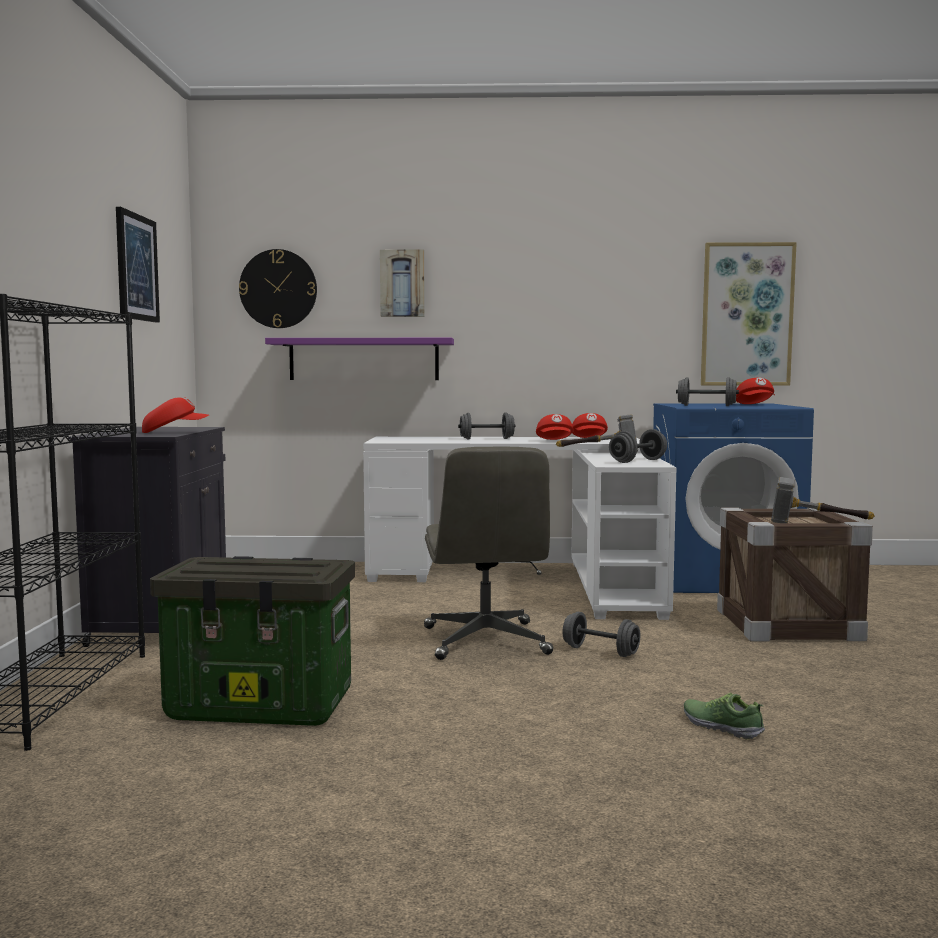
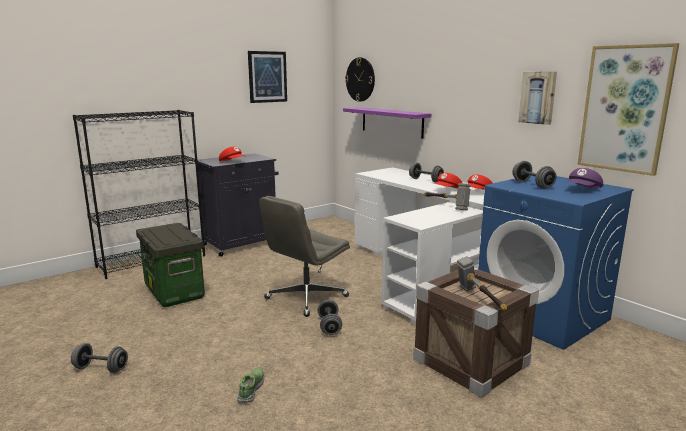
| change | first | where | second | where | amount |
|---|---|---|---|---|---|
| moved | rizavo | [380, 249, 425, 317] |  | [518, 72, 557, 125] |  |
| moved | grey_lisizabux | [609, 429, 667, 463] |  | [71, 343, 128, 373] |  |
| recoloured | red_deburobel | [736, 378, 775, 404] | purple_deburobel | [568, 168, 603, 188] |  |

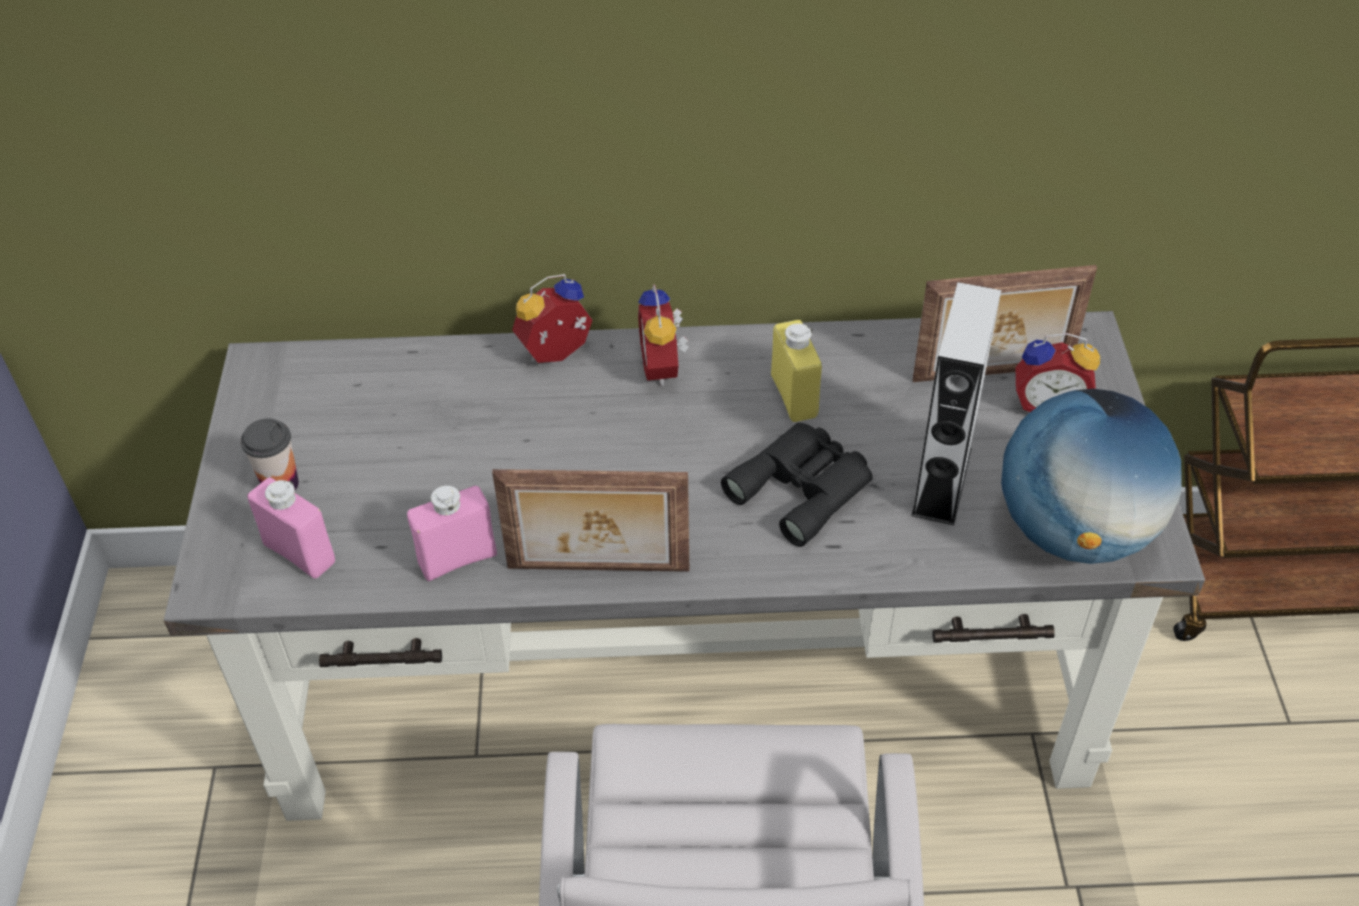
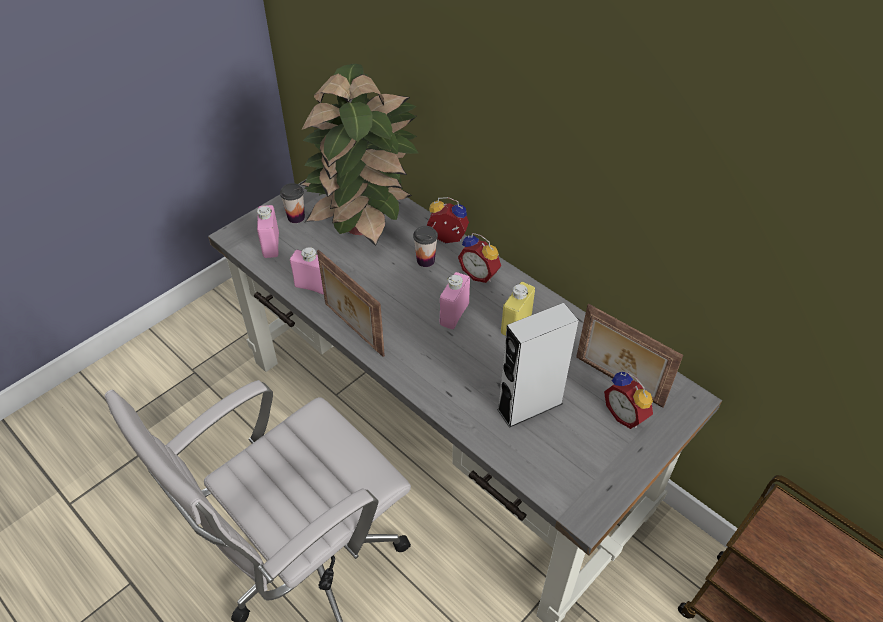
| change | first | where | second | where | amount |
|---|---|---|---|---|---|
| removed | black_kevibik | [721, 423, 873, 547] |  |  |  |
| removed | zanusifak | [1001, 389, 1182, 564] |  |  |  |
| added |  |  | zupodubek | [299, 64, 418, 246] |  |
| added |  |  | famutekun | [413, 226, 438, 267] |  |
| added |  |  | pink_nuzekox | [440, 272, 470, 329] |  |
| turned | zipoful | [638, 284, 689, 386] |  | [458, 233, 501, 283] | 90 degrees counterclockwise |

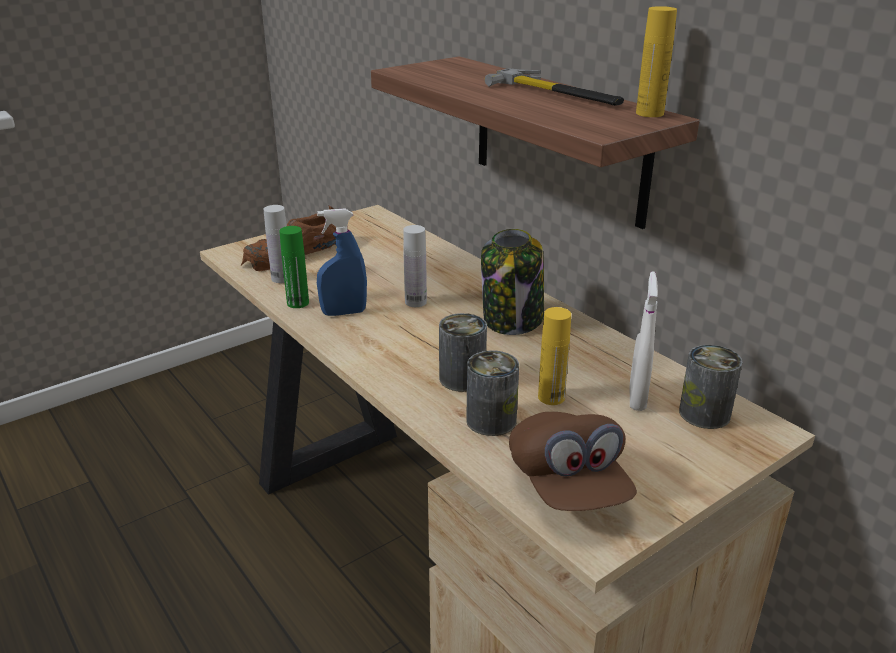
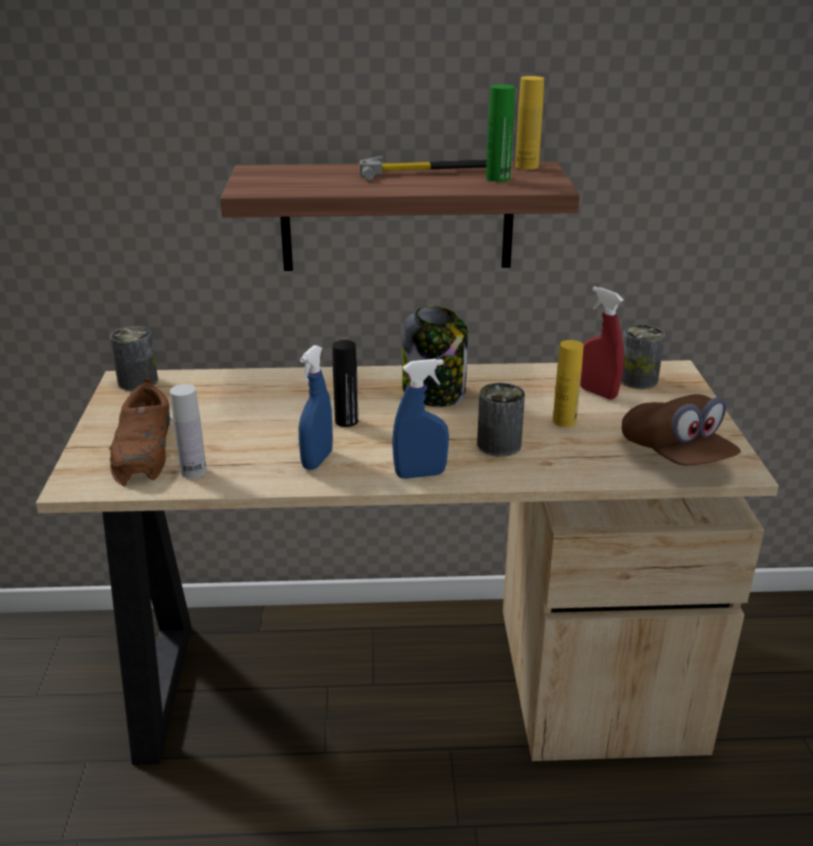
| change | first | where | second | where | amount |
|---|---|---|---|---|---|
| added |  |  | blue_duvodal | [392, 359, 449, 479] |  |
| moved | green_nuzekox | [279, 226, 309, 308] |  | [486, 84, 515, 182] |  |
| moved | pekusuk | [466, 350, 519, 436] |  | [110, 326, 158, 391] |  |
| recoloured | white_nuzekox | [403, 225, 427, 307] | black_nuzekox | [332, 340, 358, 427] |  |
| recoloured | white_duvodal | [630, 272, 658, 411] | red_duvodal | [580, 286, 624, 400] |  |
| turned | brown_deburobel | [509, 412, 637, 511] |  | [622, 394, 741, 465] | 45 degrees clockwise |

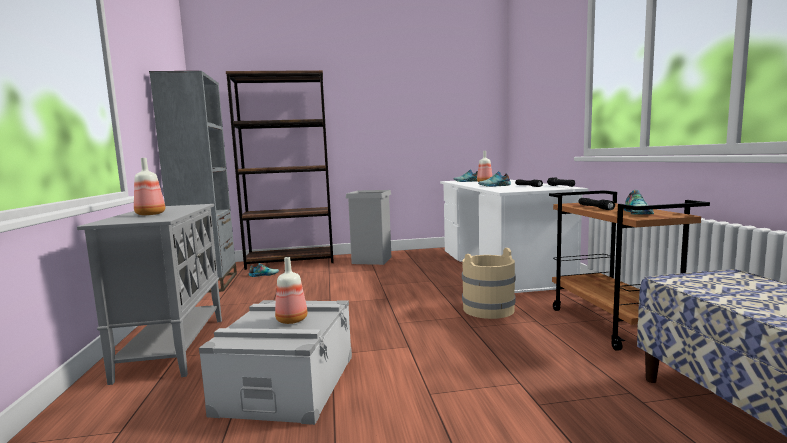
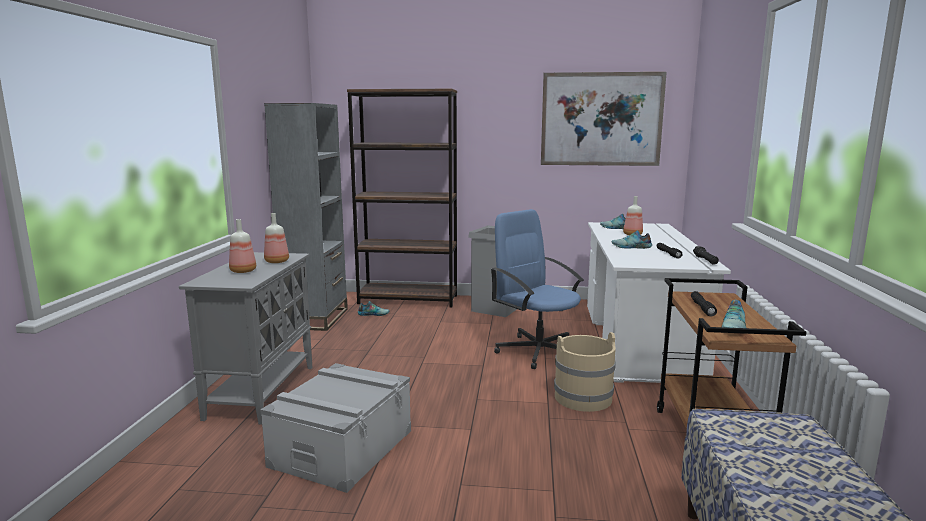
| change | first | where | second | where | amount |
|---|---|---|---|---|---|
| added |  |  | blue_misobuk | [490, 209, 584, 369] |  |
| added |  |  | rizavo | [541, 72, 667, 166] |  |
| moved | nuzekox | [275, 257, 308, 324] |  | [264, 213, 289, 263] |  |

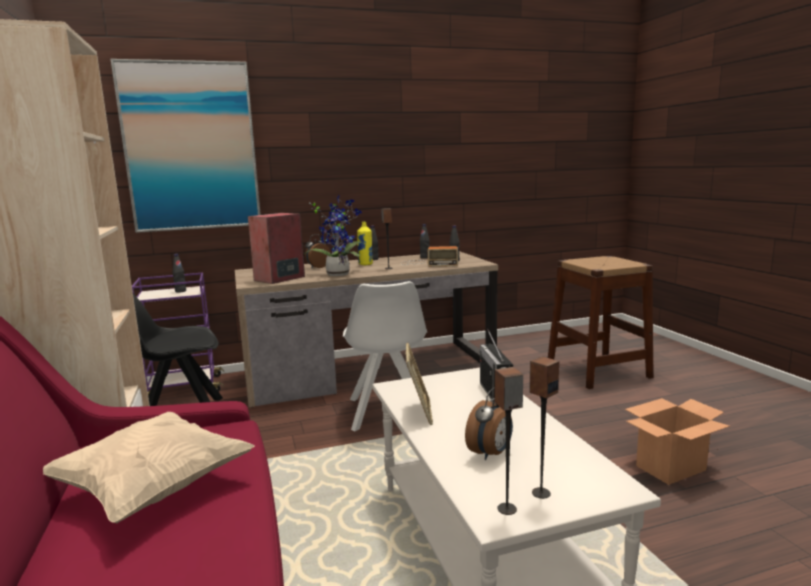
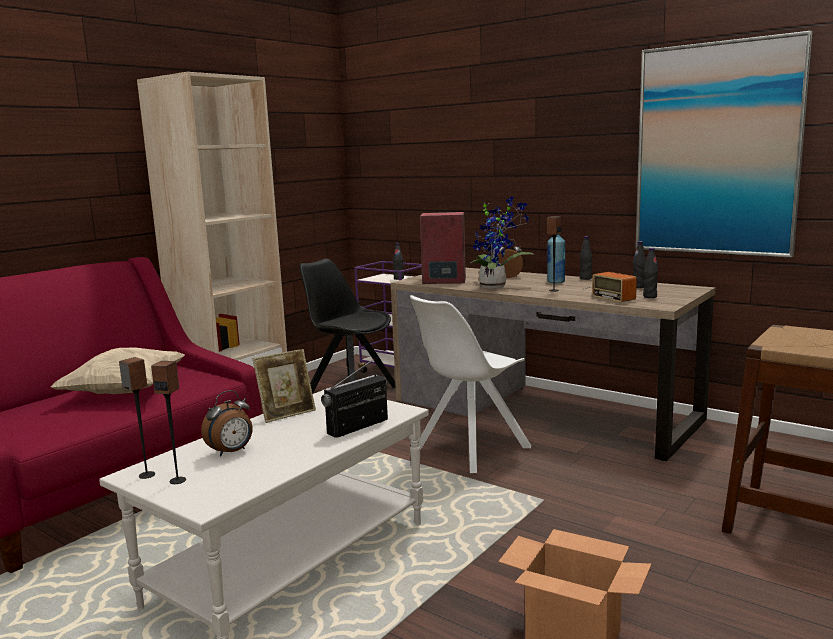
| change | first | where | second | where | amount |
|---|---|---|---|---|---|
| moved | rizavo | [111, 59, 261, 233] |  | [635, 31, 812, 258] |  |
| recoloured | yellow_nuzekox | [357, 222, 373, 265] | blue_nuzekox | [547, 234, 565, 284] |  |
| turned | zipoful | [465, 387, 513, 460] |  | [201, 390, 253, 457] | 45 degrees counterclockwise |

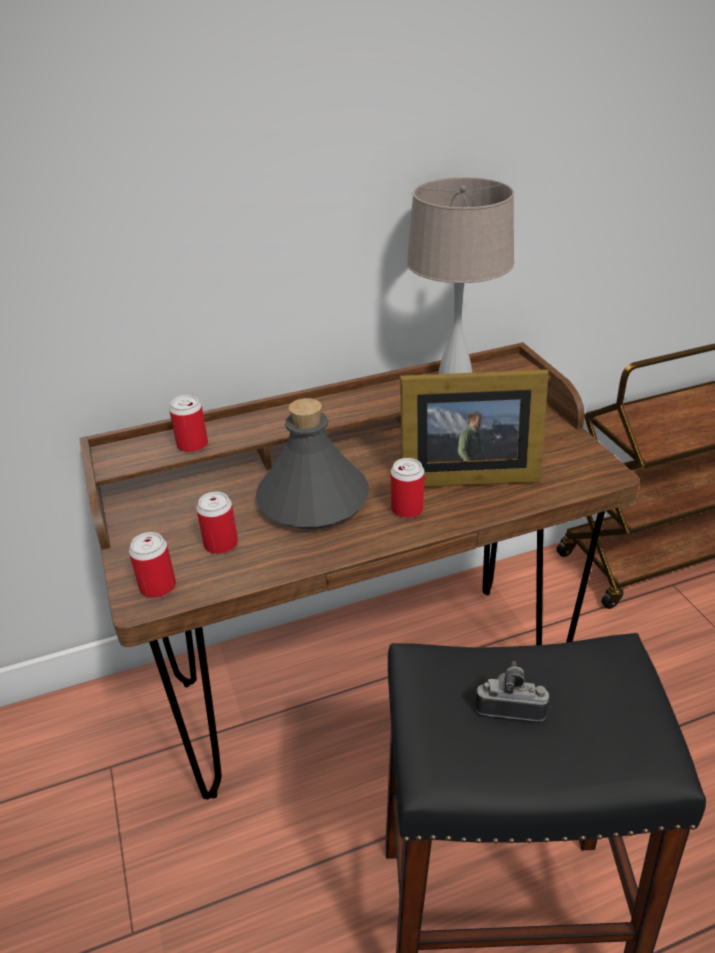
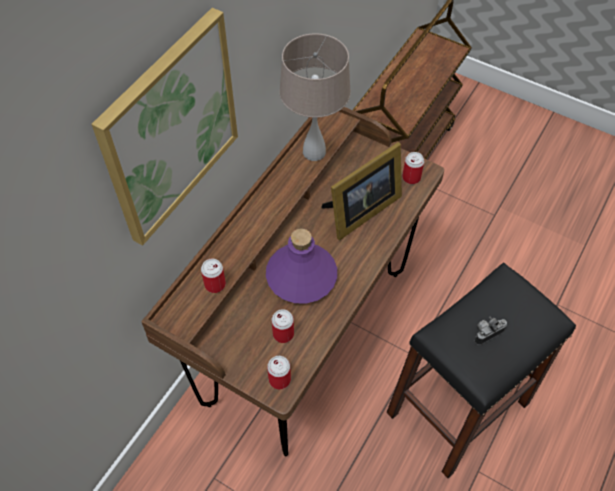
| change | first | where | second | where | amount |
|---|---|---|---|---|---|
| added |  |  | rizavo | [91, 8, 238, 246] |  |
| moved | pekusuk | [391, 458, 424, 518] |  | [402, 152, 424, 184] |  |
| recoloured | grey_nuzekox | [256, 398, 369, 529] | purple_nuzekox | [266, 229, 337, 304] |  |

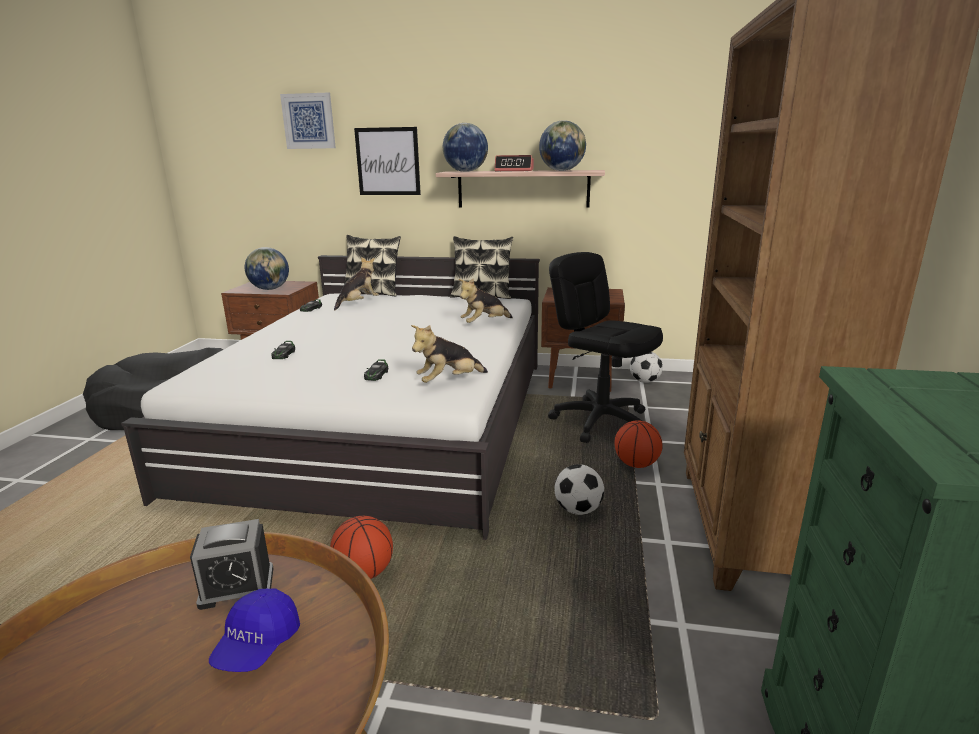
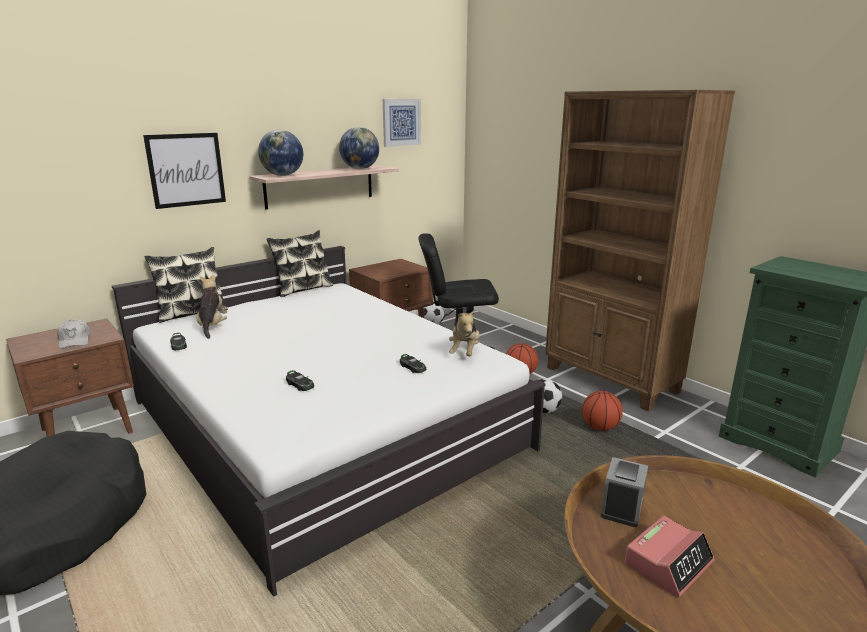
| change | first | where | second | where | amount |
|---|---|---|---|---|---|
| removed | blue_deburobel | [209, 588, 300, 672] |  |  |  |
| removed | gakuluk | [459, 278, 513, 323] |  |  |  |
| moved | rizavo | [280, 93, 336, 149] |  | [383, 99, 421, 147] |  |
| moved | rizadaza | [330, 516, 393, 579] |  | [582, 391, 623, 431] |  |
| moved | zipoful | [494, 155, 534, 172] |  | [625, 516, 714, 598] |  |
| replaced | zanusifak | [245, 247, 289, 290] | white_deburobel | [57, 319, 91, 349] |  |

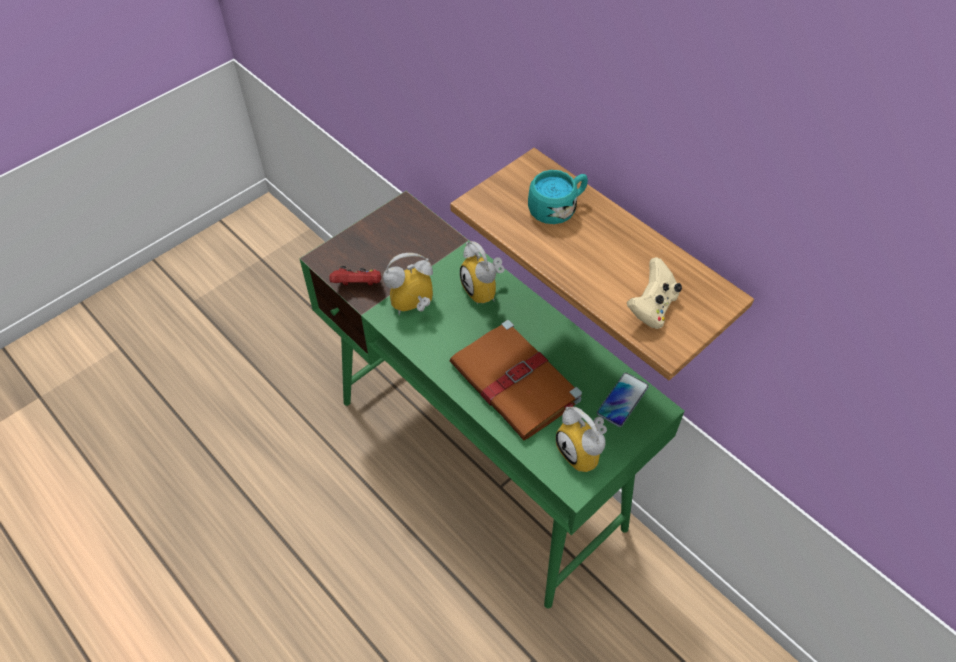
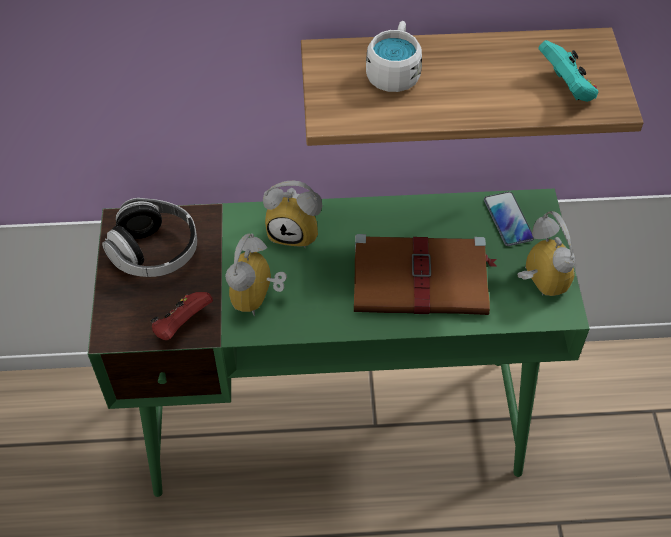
| change | first | where | second | where | amount |
|---|---|---|---|---|---|
| added |  |  | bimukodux | [102, 198, 197, 277] |  |
| recoloured | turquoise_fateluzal | [528, 170, 588, 224] | white_fateluzal | [366, 21, 422, 92] |  |
| recoloured | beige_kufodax | [627, 257, 682, 329] | turquoise_kufodax | [538, 40, 598, 102] |  |
| turned | zipoful | [556, 407, 607, 472] |  | [517, 211, 575, 296] | 120 degrees counterclockwise |

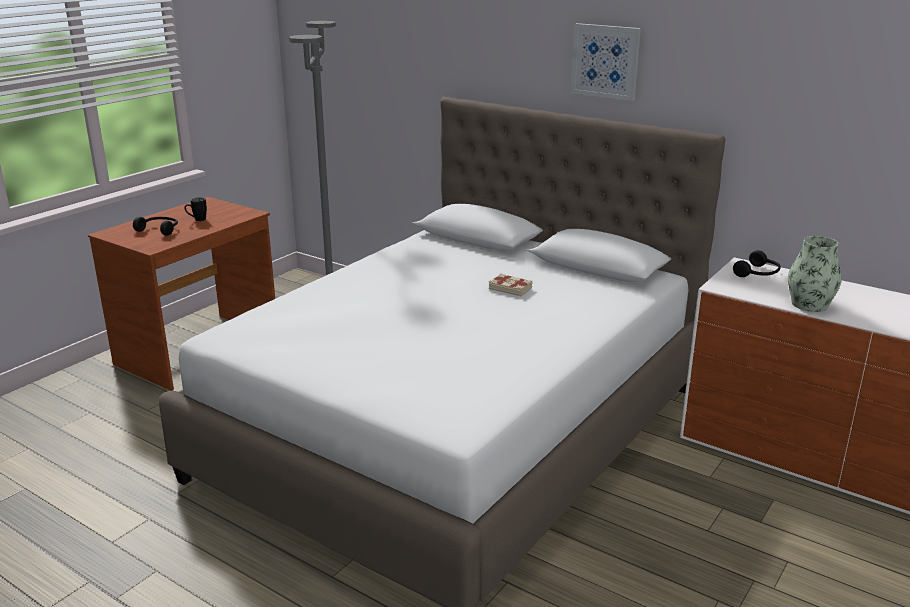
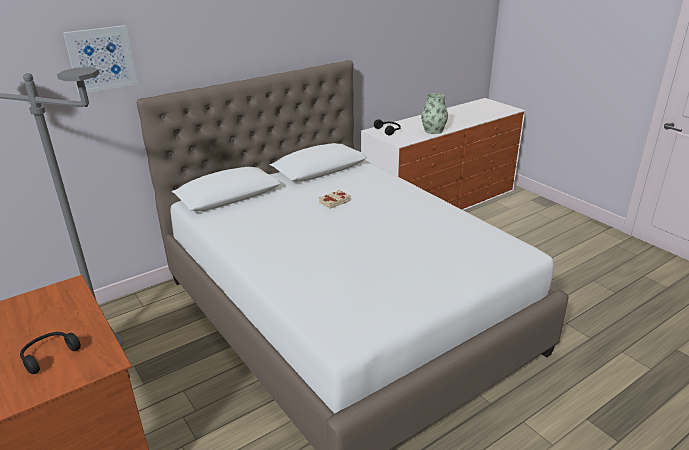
| change | first | where | second | where | amount |
|---|---|---|---|---|---|
| removed | black_fateluzal | [184, 197, 207, 221] |  |  |  |
| moved | rizavo | [571, 23, 641, 101] |  | [63, 25, 138, 94] |  |

